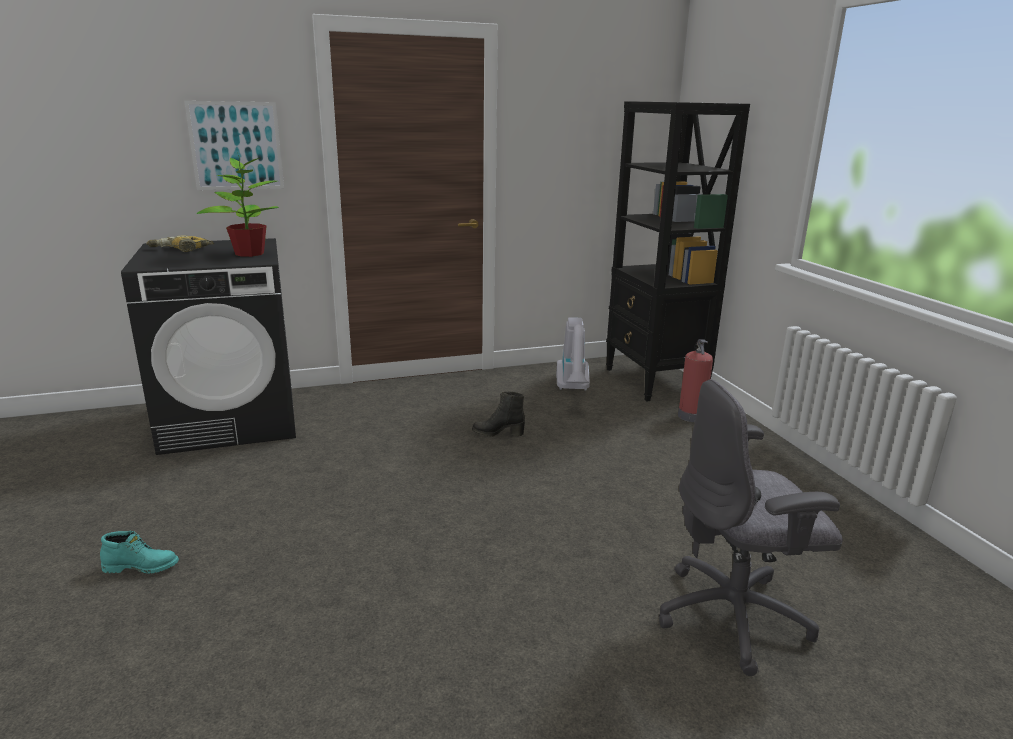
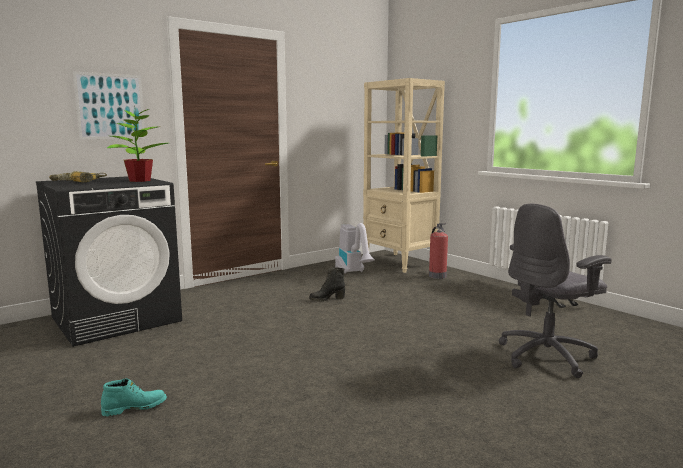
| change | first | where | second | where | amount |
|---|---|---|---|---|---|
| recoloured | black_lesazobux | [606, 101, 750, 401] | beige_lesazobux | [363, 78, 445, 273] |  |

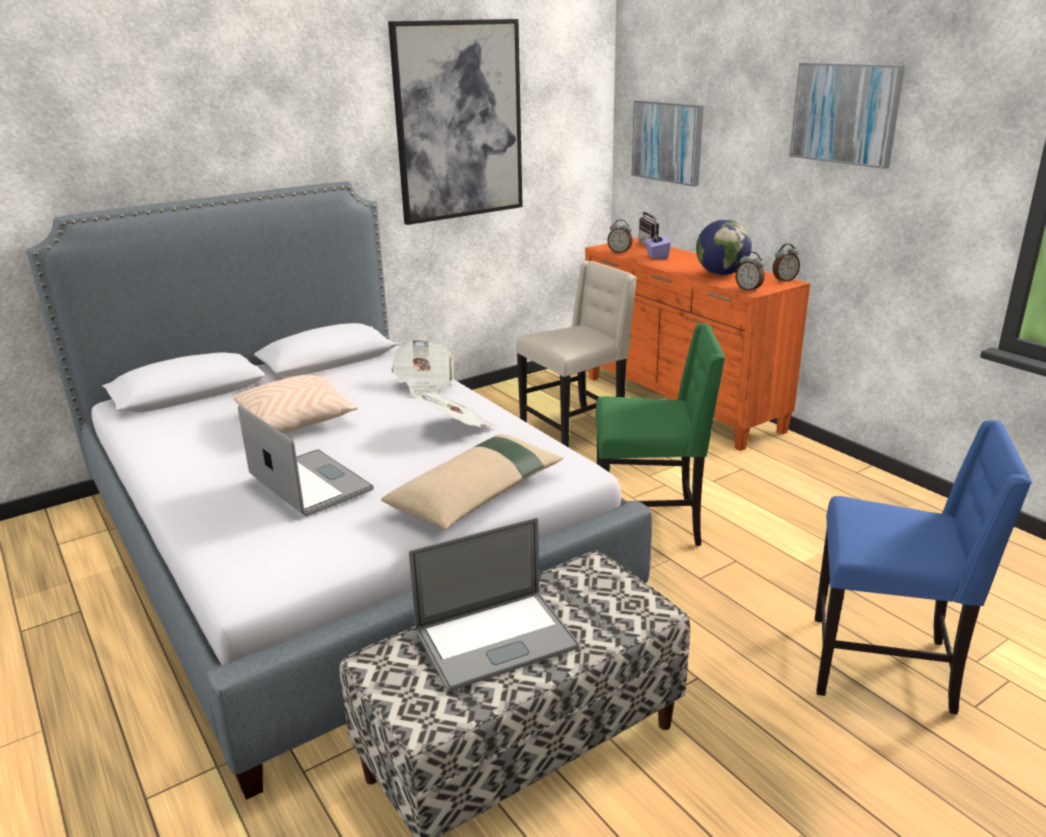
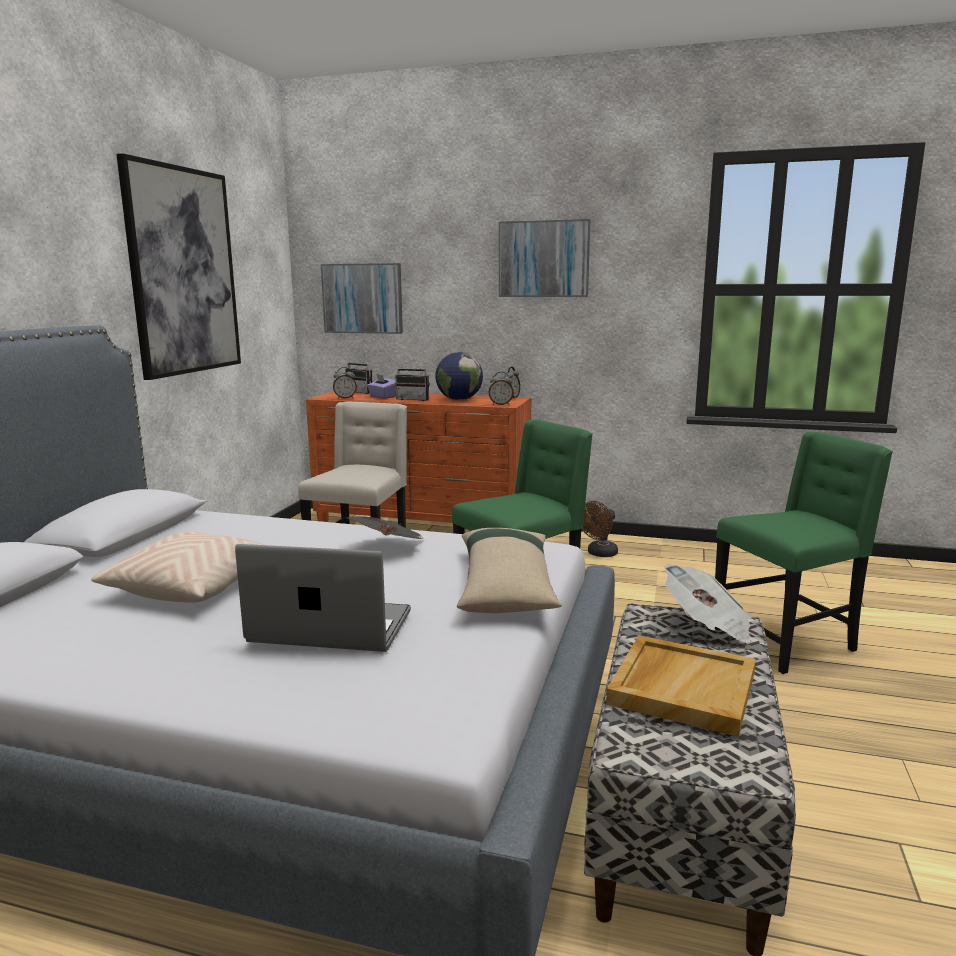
| change | first | where | second | where | amount |
|---|---|---|---|---|---|
| added |  |  | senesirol | [396, 359, 430, 401] |  |
| added |  |  | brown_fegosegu | [581, 501, 618, 557] |  |
| moved | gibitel | [391, 338, 453, 398] |  | [665, 564, 751, 643] |  |
| replaced | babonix | [409, 517, 580, 691] | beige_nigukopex | [606, 635, 756, 737] |  |
| recoloured | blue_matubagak | [815, 420, 1032, 715] | green_matubagak | [715, 432, 893, 674] |  |

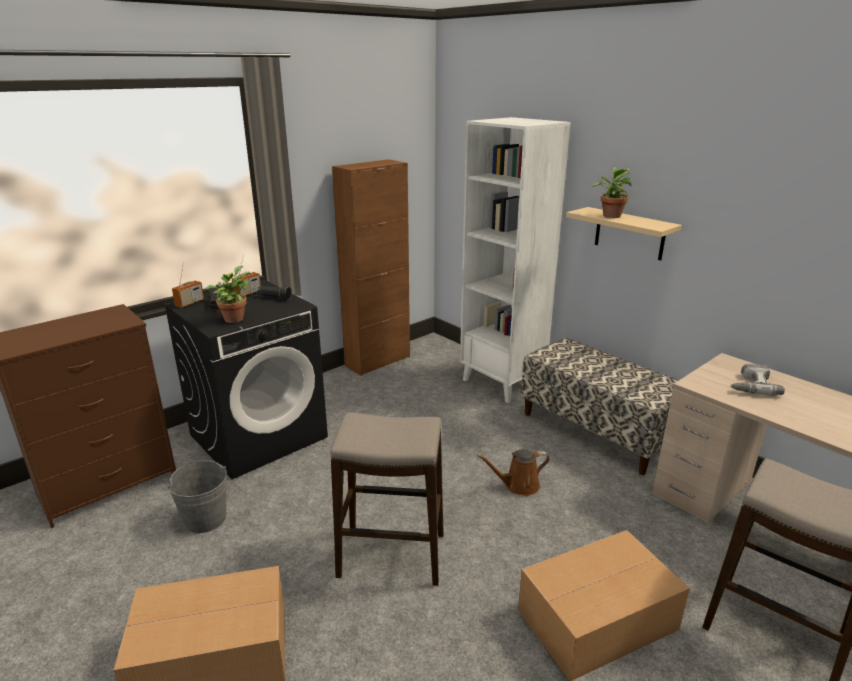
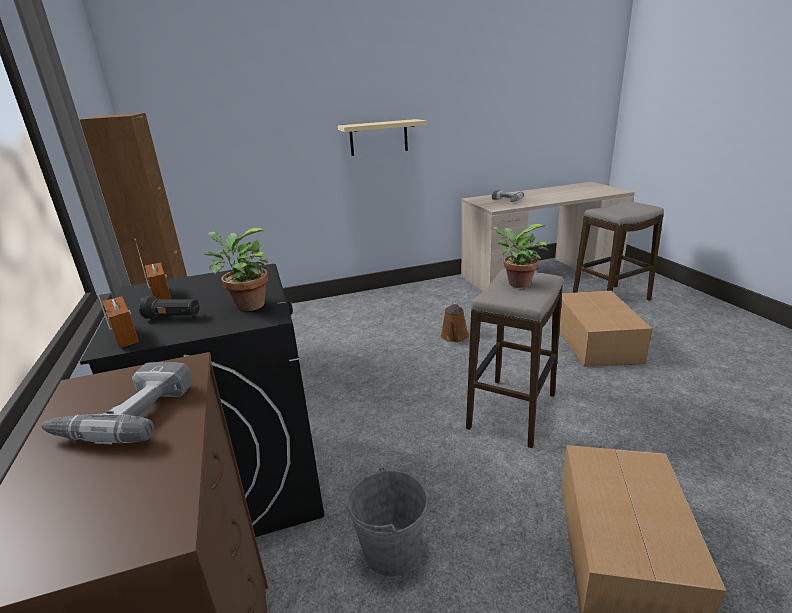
| change | first | where | second | where | amount |
|---|---|---|---|---|---|
| removed | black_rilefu | [258, 286, 291, 300] |  |  |  |
| removed | white_lesazobux | [460, 117, 571, 403] |  |  |  |
| removed | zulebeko | [521, 338, 679, 475] |  |  |  |
| added |  |  | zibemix | [41, 362, 192, 444] |  |
| moved | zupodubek | [593, 167, 632, 218] |  | [491, 224, 549, 288] |  |

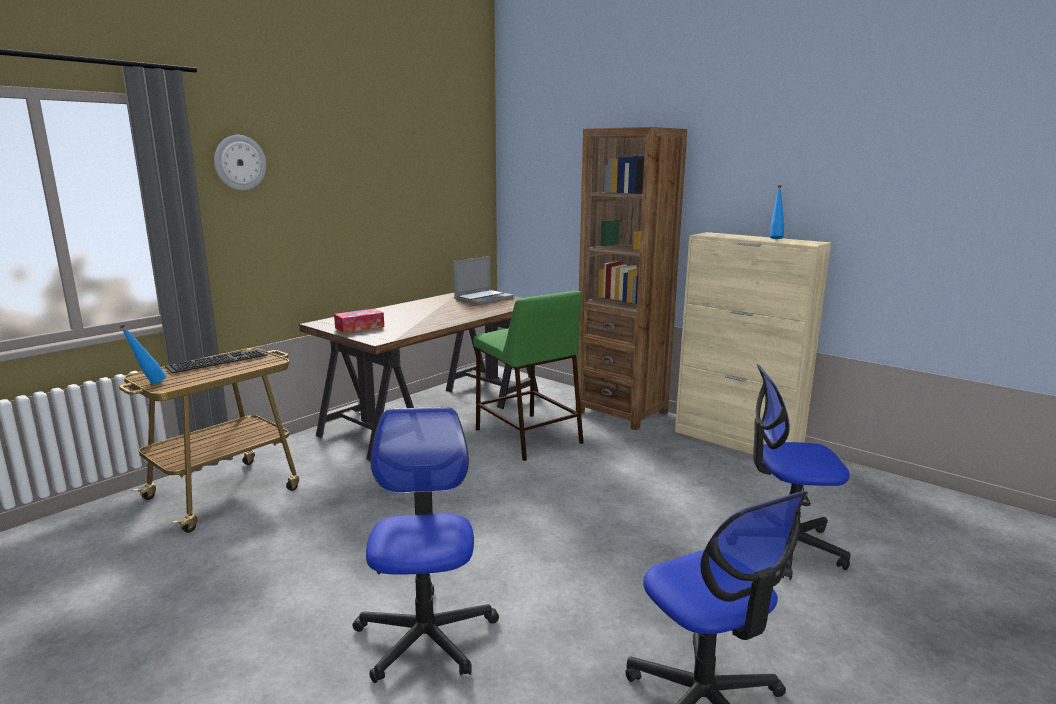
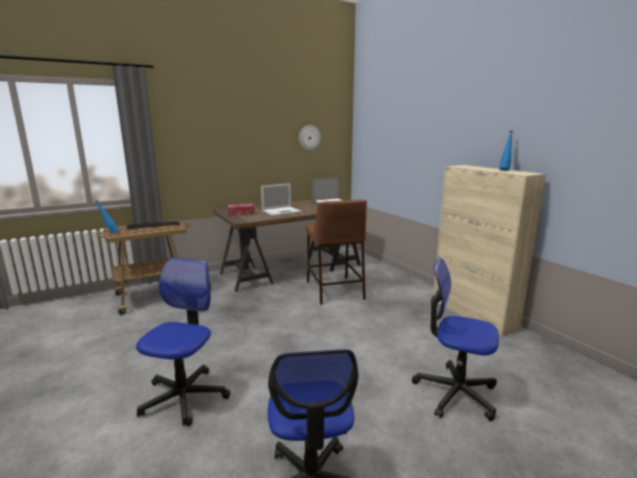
| change | first | where | second | where | amount |
|---|---|---|---|---|---|
| removed | brown_lesazobux | [577, 127, 687, 431] |  |  |  |
| added |  |  | babonix | [261, 183, 302, 216] |  |
| moved | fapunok | [214, 135, 266, 191] |  | [299, 125, 321, 151] |  |
| recoloured | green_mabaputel | [474, 291, 584, 461] | brown_mabaputel | [306, 200, 367, 305] |  |

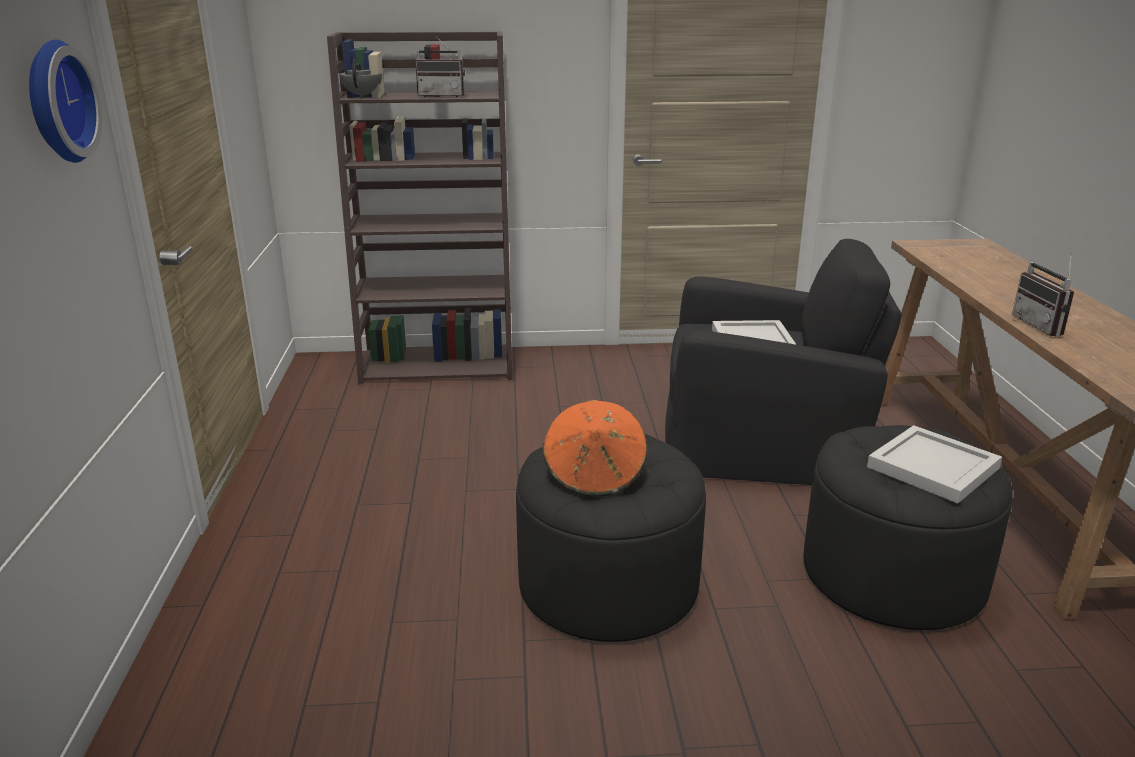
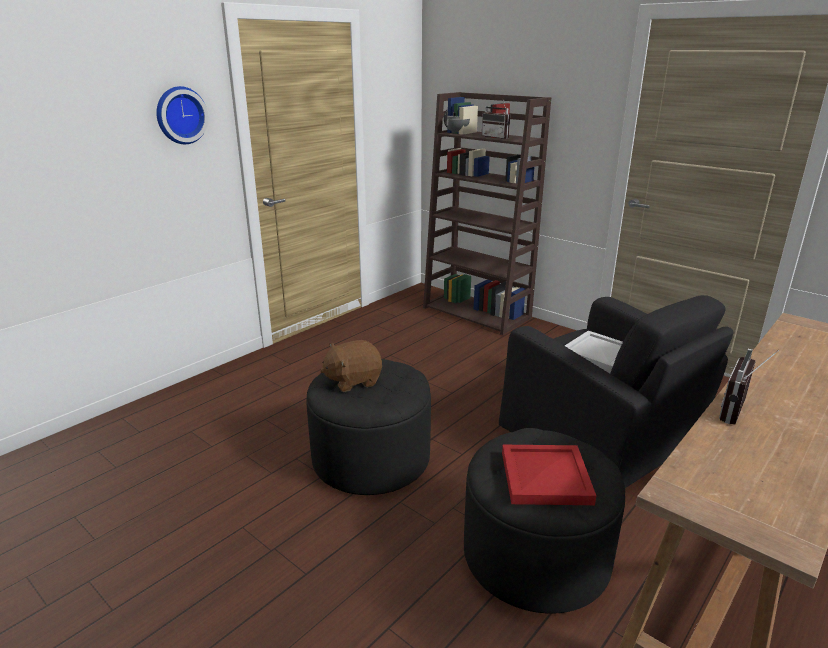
| change | first | where | second | where | amount |
|---|---|---|---|---|---|
| replaced | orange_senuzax | [543, 400, 647, 497] | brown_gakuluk | [320, 340, 382, 392] |  |
| recoloured | white_nigukopex | [867, 425, 1002, 504] | red_nigukopex | [502, 445, 596, 505] |  |

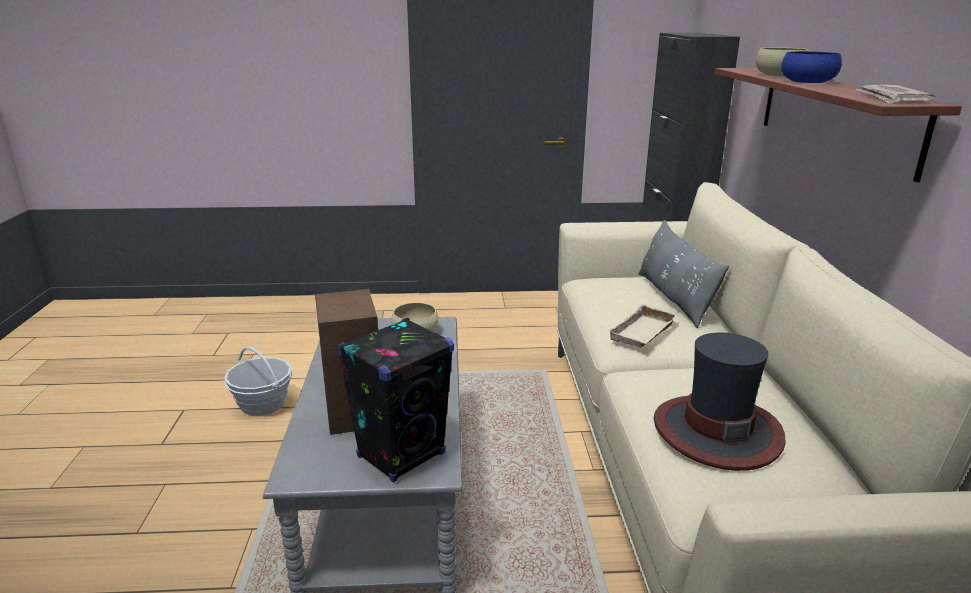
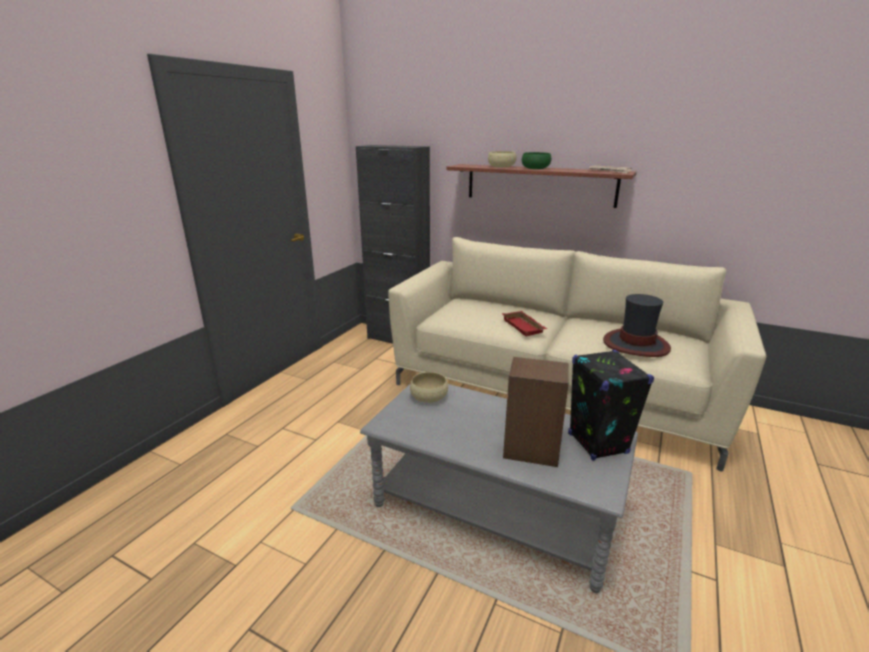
| change | first | where | second | where | amount |
|---|---|---|---|---|---|
| removed | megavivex | [224, 346, 292, 416] |  |  |  |
| removed | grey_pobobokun | [639, 220, 729, 328] |  |  |  |
| recoloured | beige_nigukopex | [608, 304, 679, 347] | red_nigukopex | [502, 311, 547, 337] |  |
| recoloured | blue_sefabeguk | [781, 51, 842, 83] | green_sefabeguk | [522, 152, 551, 169] |  |

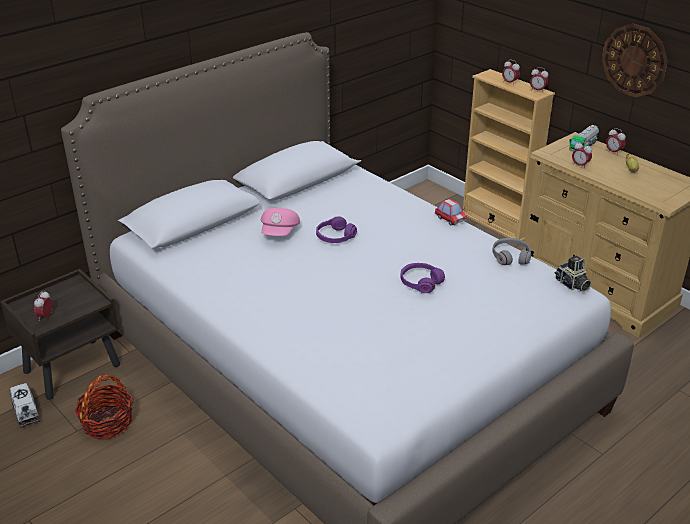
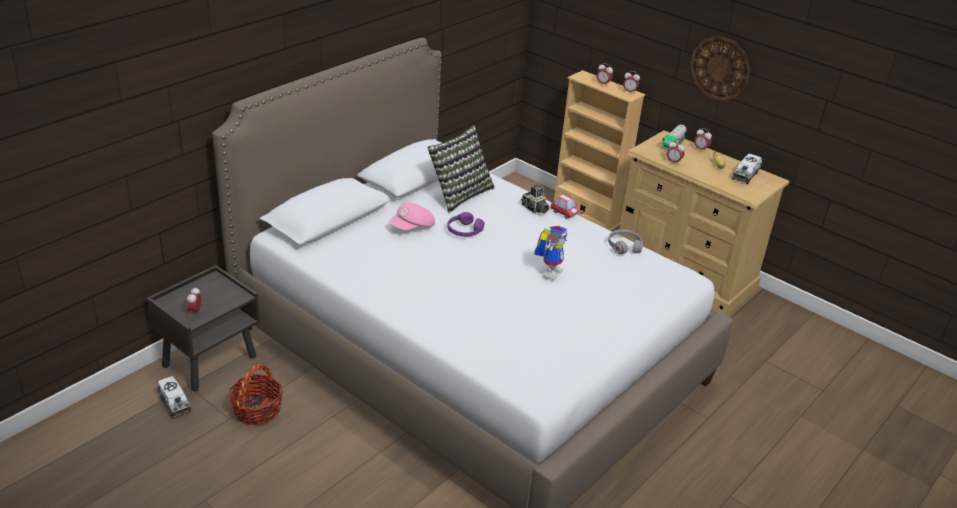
| change | first | where | second | where | amount |
|---|---|---|---|---|---|
| added |  |  | pobobokun | [428, 125, 495, 213] |  |
| added |  |  | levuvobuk | [732, 154, 762, 184] |  |
| moved | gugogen | [554, 256, 592, 292] |  | [521, 185, 550, 214] |  |
| replaced | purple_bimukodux | [400, 263, 445, 293] | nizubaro | [534, 226, 568, 281] |  |
| turned | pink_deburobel | [261, 208, 300, 236] |  | [389, 203, 435, 230] | 45 degrees clockwise |

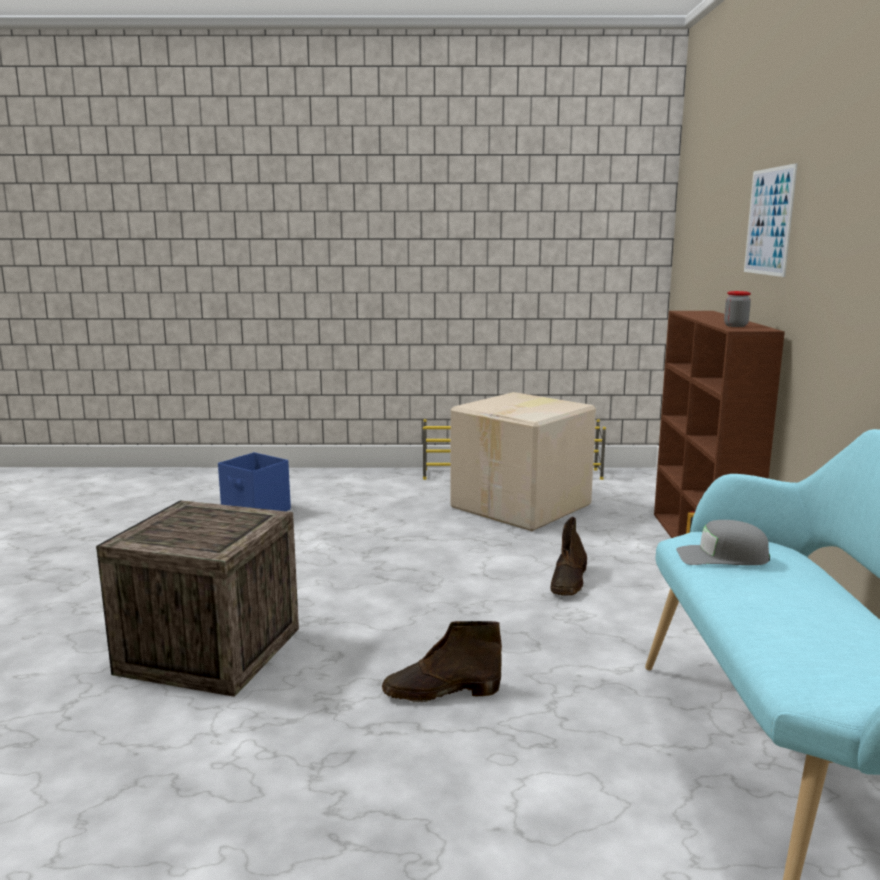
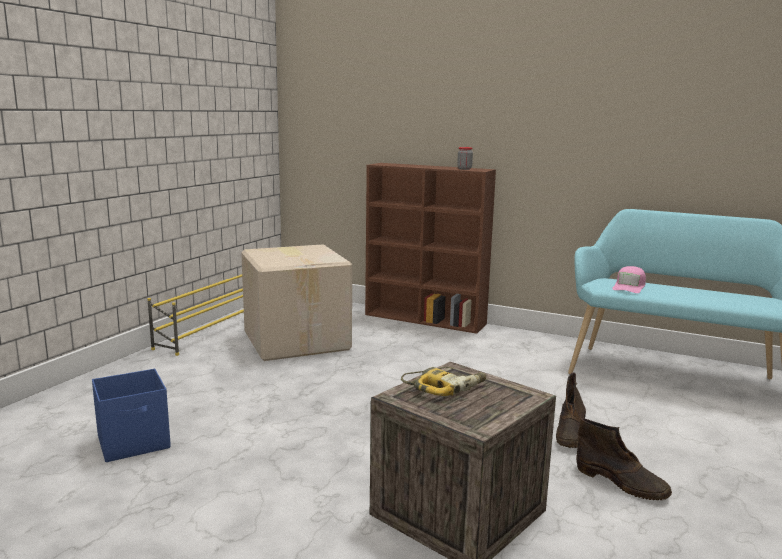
| change | first | where | second | where | amount |
|---|---|---|---|---|---|
| removed | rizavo | [744, 163, 798, 277] |  |  |  |
| added |  |  | zibemix | [401, 367, 486, 396] |  |
| moved | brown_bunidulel | [551, 517, 587, 596] |  | [576, 418, 672, 500] |  |
| recoloured | grey_deburobel | [676, 520, 770, 565] | pink_deburobel | [612, 266, 646, 293] |  |

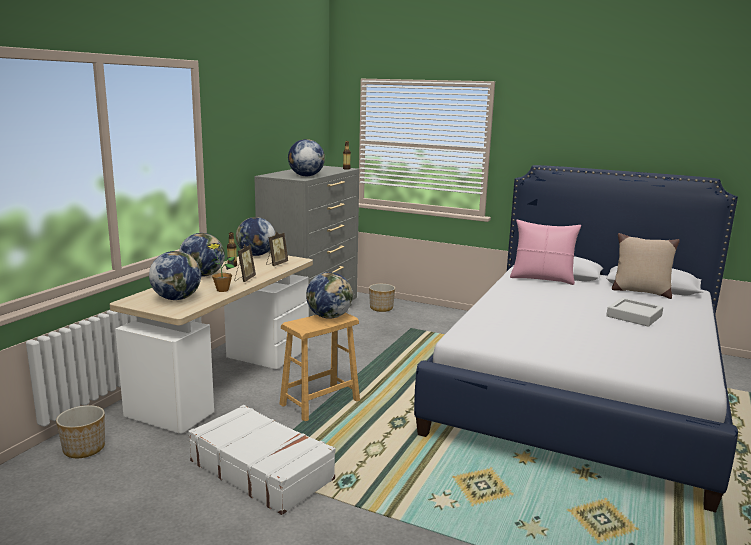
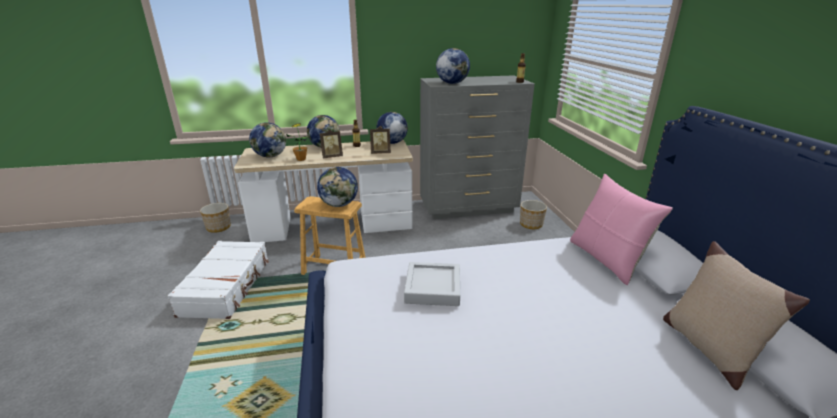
| change | first | where | second | where | amount |
|---|---|---|---|---|---|
| moved | grey_nigukopex | [606, 298, 663, 327] |  | [404, 262, 460, 306] |  |

